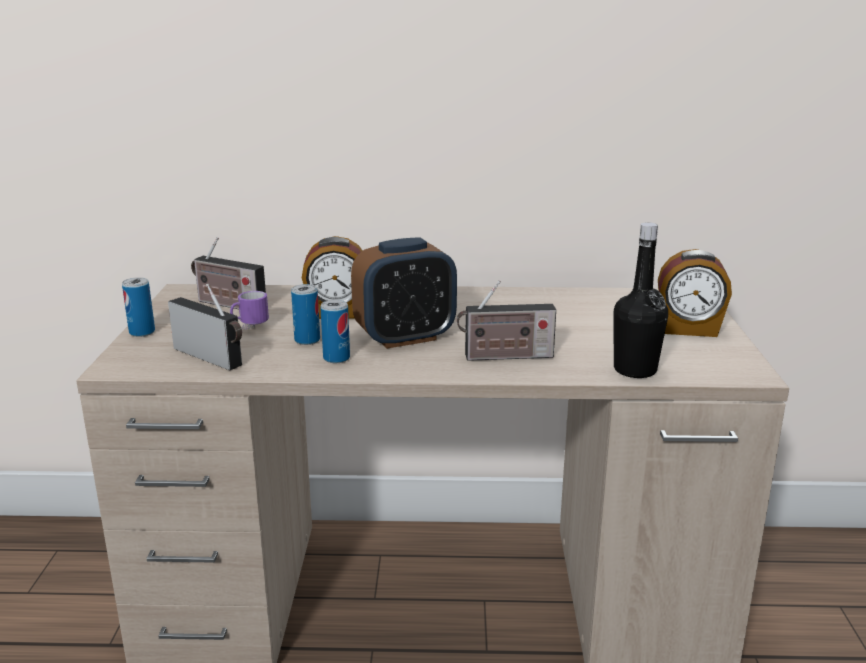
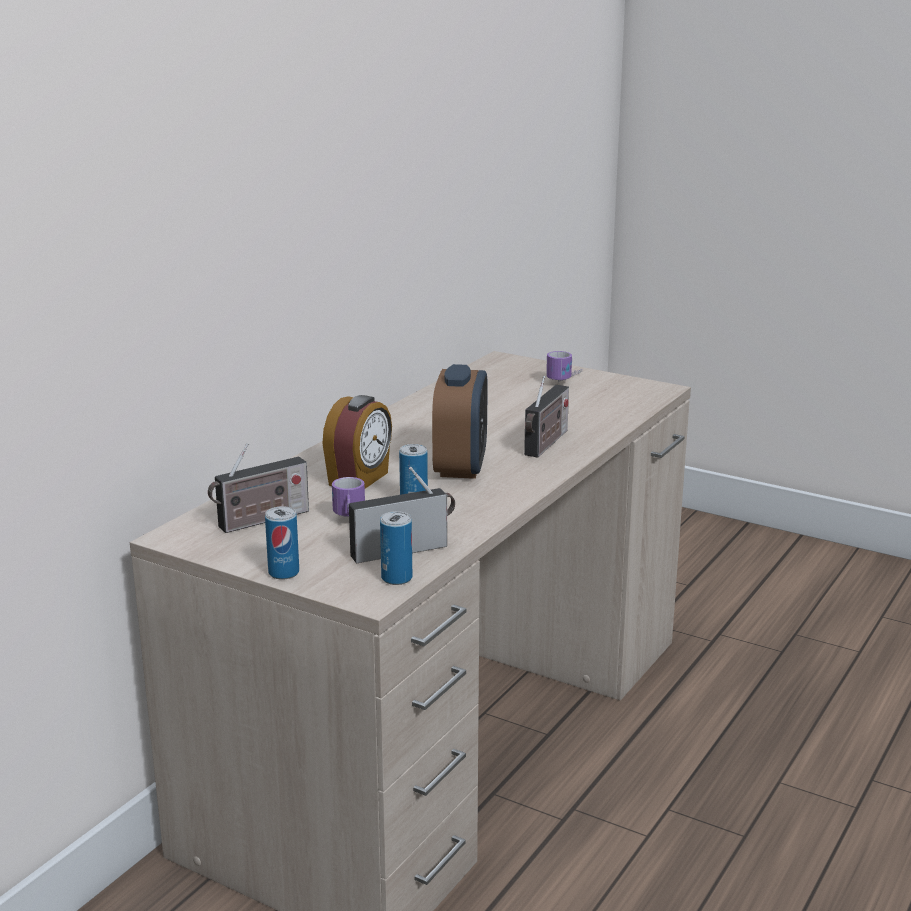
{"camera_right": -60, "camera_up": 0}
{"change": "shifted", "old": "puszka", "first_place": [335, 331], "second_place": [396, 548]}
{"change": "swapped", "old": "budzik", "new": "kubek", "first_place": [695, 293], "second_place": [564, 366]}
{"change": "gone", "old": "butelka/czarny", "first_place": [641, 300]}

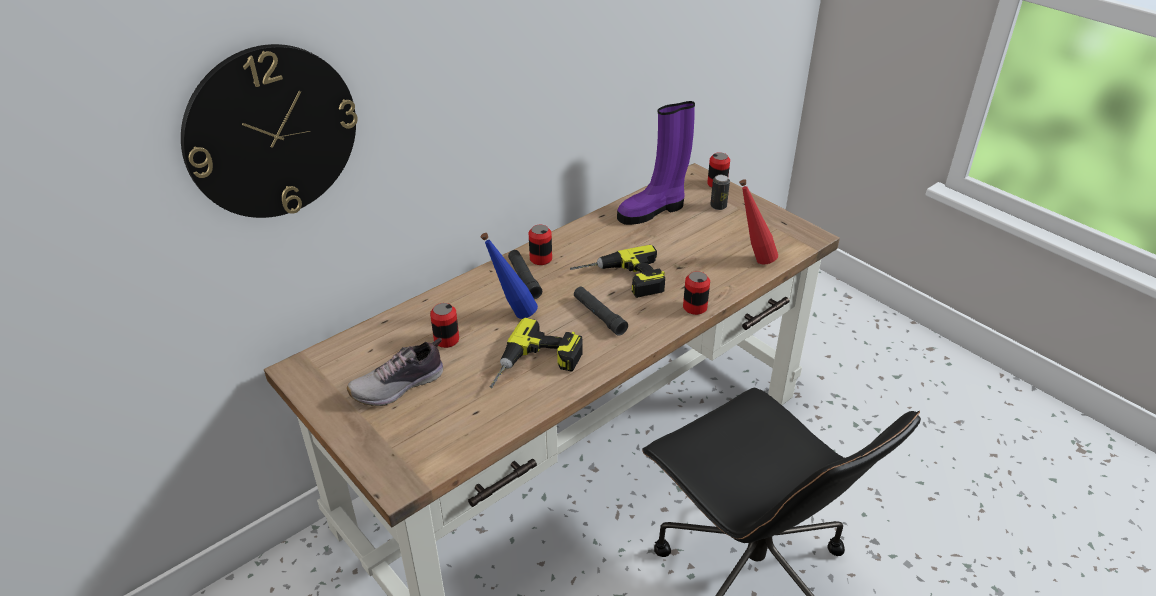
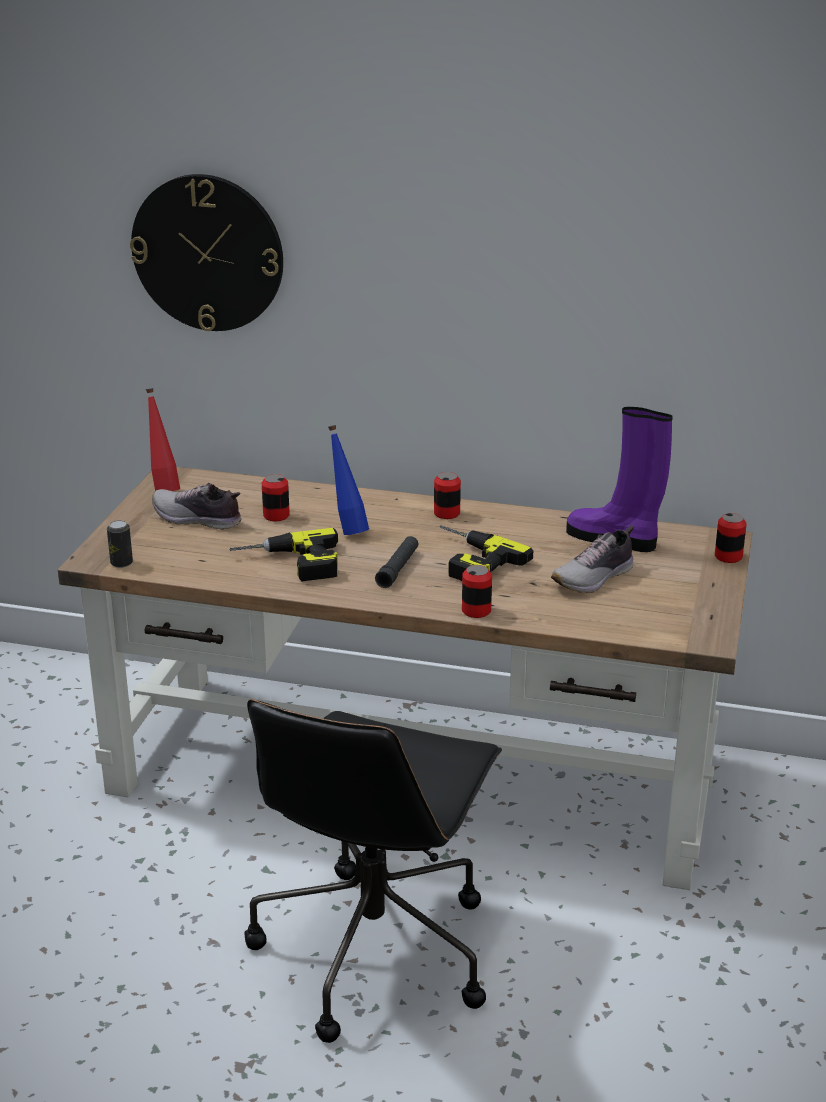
{"camera_right": 55, "camera_up": -10}
{"change": "shifted", "old": "puszka", "first_place": [720, 192], "second_place": [120, 544]}
{"change": "shifted", "old": "butelka/czerwony", "first_place": [758, 222], "second_place": [163, 439]}
{"change": "new", "new": "but", "second_place": [592, 559]}
{"change": "gone", "old": "latarka/czarny", "first_place": [525, 274]}

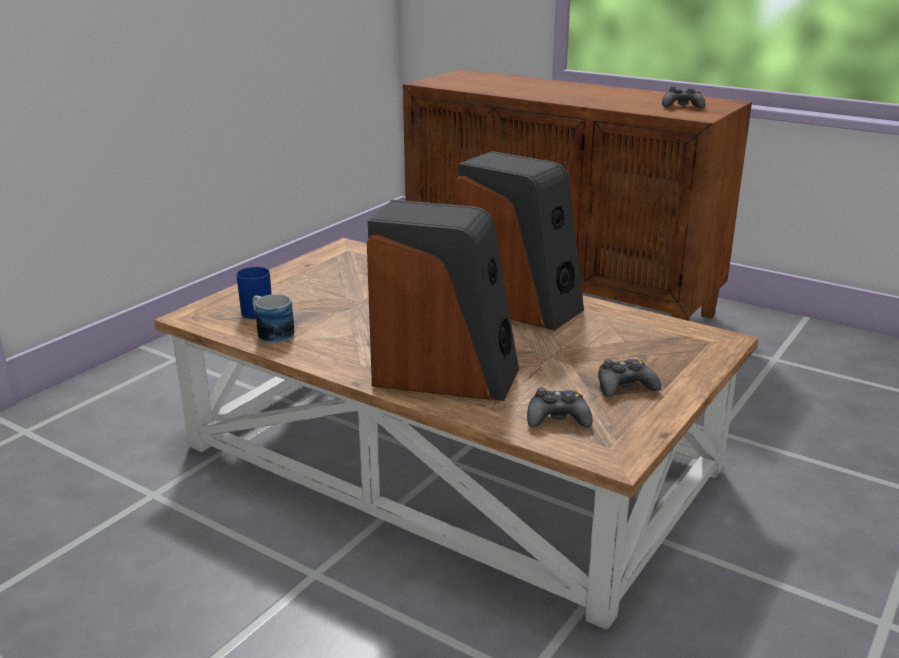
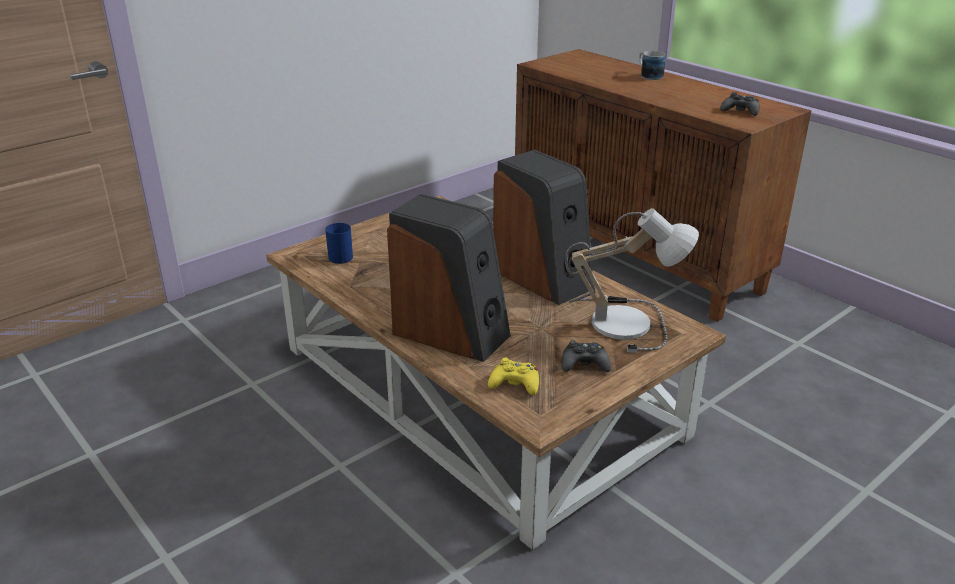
{"camera_right": 15, "camera_up": 5}
{"change": "repainted", "old": "pad do gier/czarny", "new": "pad do gier/żółty", "first_place": [560, 408], "second_place": [513, 376]}
{"change": "new", "new": "lampa stołowa", "second_place": [632, 280]}
{"change": "shifted", "old": "kubek", "first_place": [273, 318], "second_place": [652, 65]}

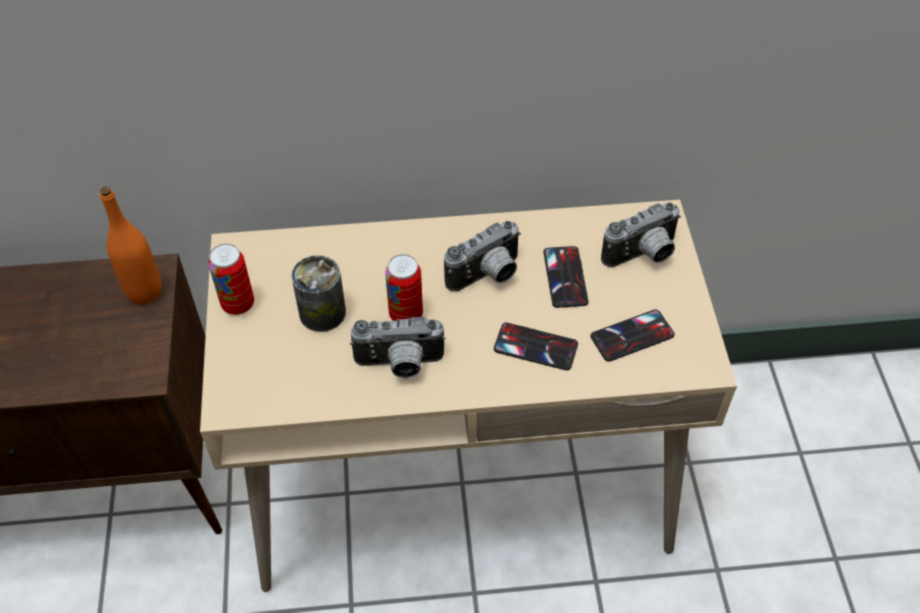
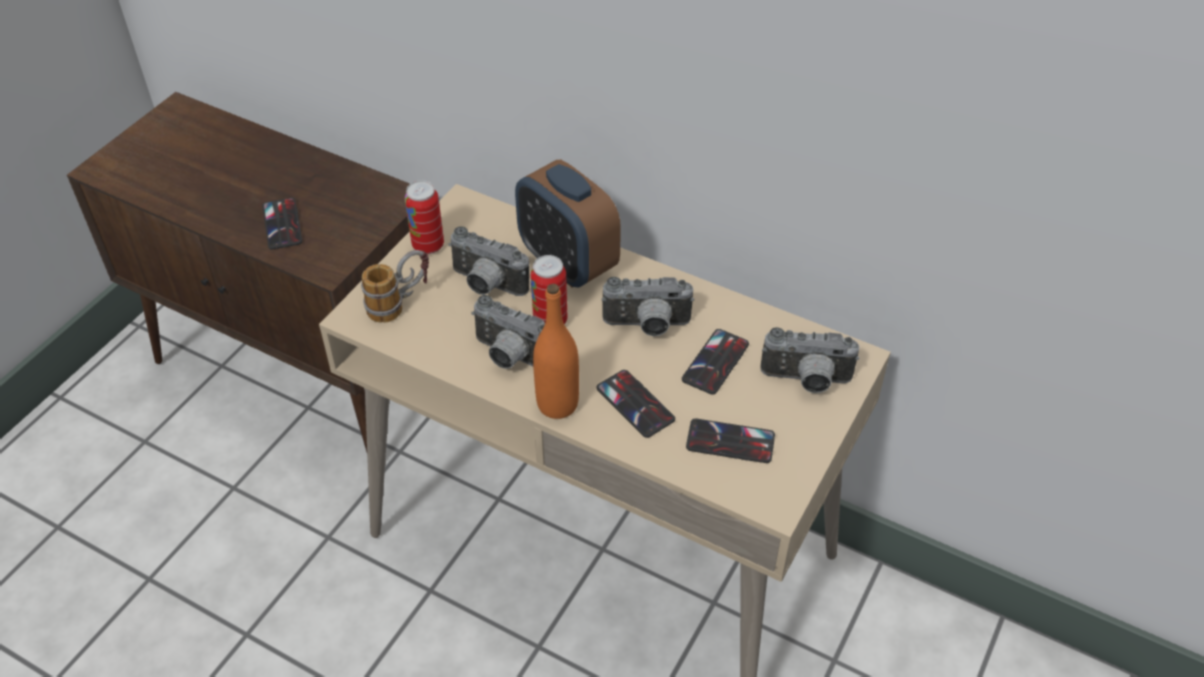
{"camera_right": 35, "camera_up": -5}
{"change": "new", "new": "telefon", "second_place": [282, 224]}
{"change": "new", "new": "kubek", "second_place": [395, 286]}
{"change": "swapped", "old": "puszka", "new": "aparat fotograficzny", "first_place": [318, 293], "second_place": [488, 261]}
{"change": "new", "new": "budzik", "second_place": [568, 224]}
{"change": "shifted", "old": "butelka/pomarańczowy", "first_place": [131, 245], "second_place": [556, 351]}

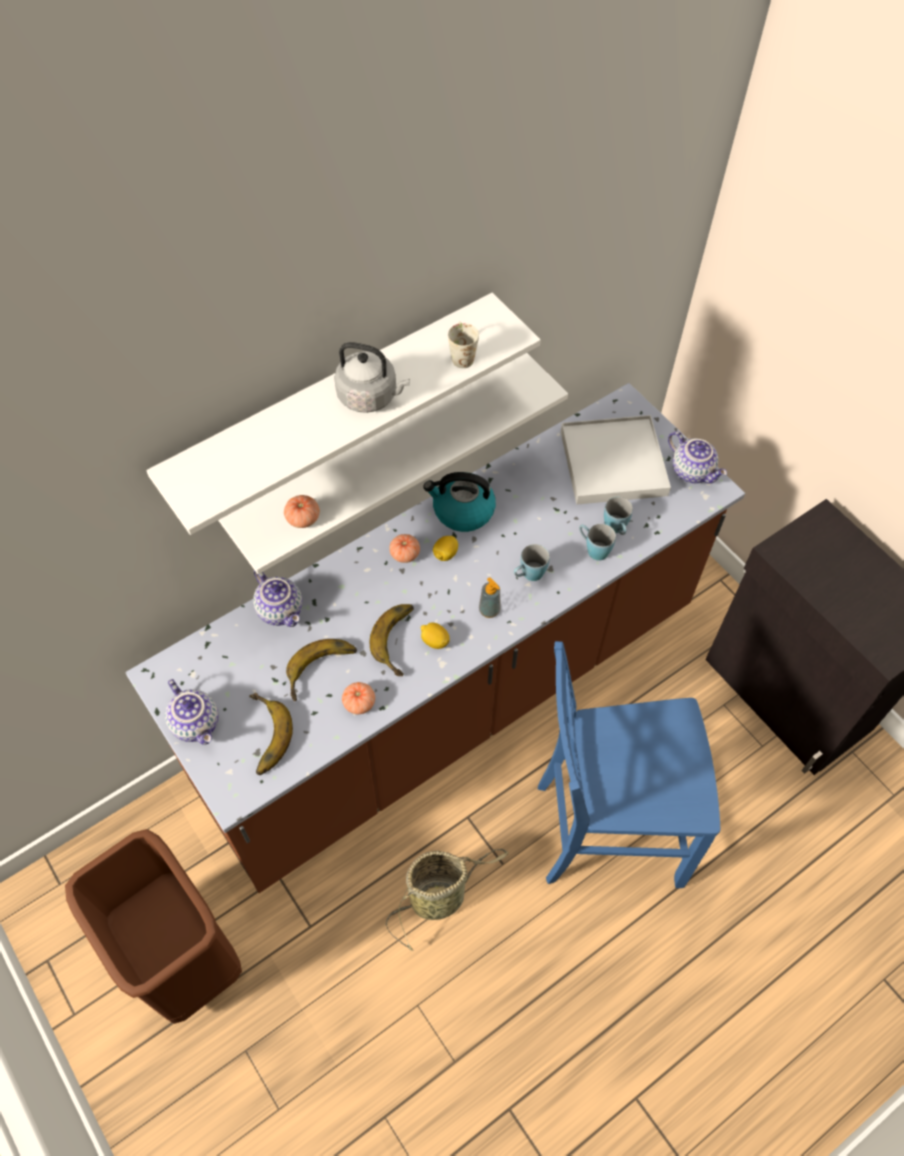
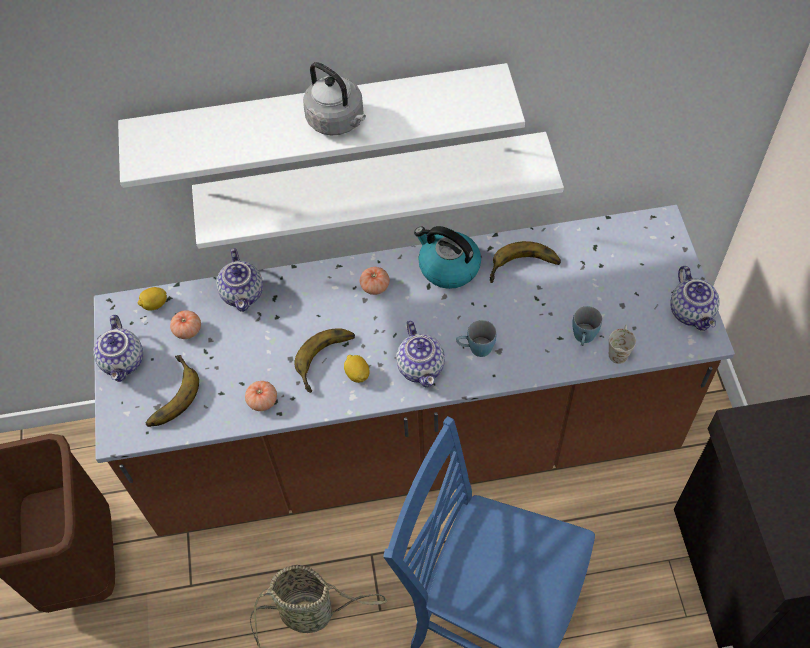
{"camera_right": 30, "camera_up": 0}
{"change": "shifted", "old": "cytryna", "first_place": [445, 548], "second_place": [152, 299]}
{"change": "shifted", "old": "pomidor", "first_place": [302, 511], "second_place": [185, 324]}
{"change": "swapped", "old": "dozownik mydła", "new": "imbryk", "first_place": [489, 597], "second_place": [420, 354]}
{"change": "shifted", "old": "banan", "first_place": [321, 670], "second_place": [525, 262]}
{"change": "shifted", "old": "kubek/biały", "first_place": [463, 344], "second_place": [622, 344]}
{"change": "gone", "old": "taca/biały", "first_place": [616, 460]}
{"change": "gone", "old": "kubek/niebieski", "first_place": [597, 542]}

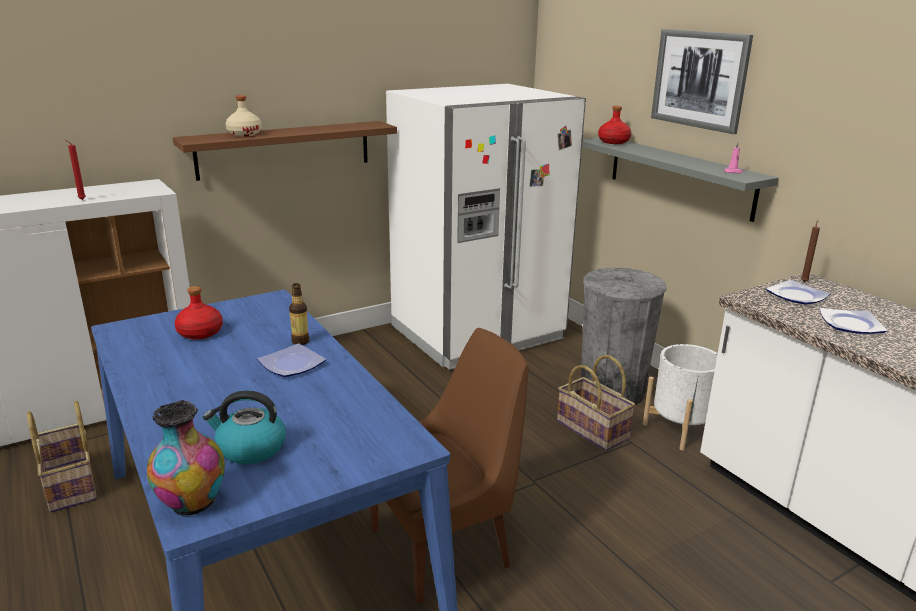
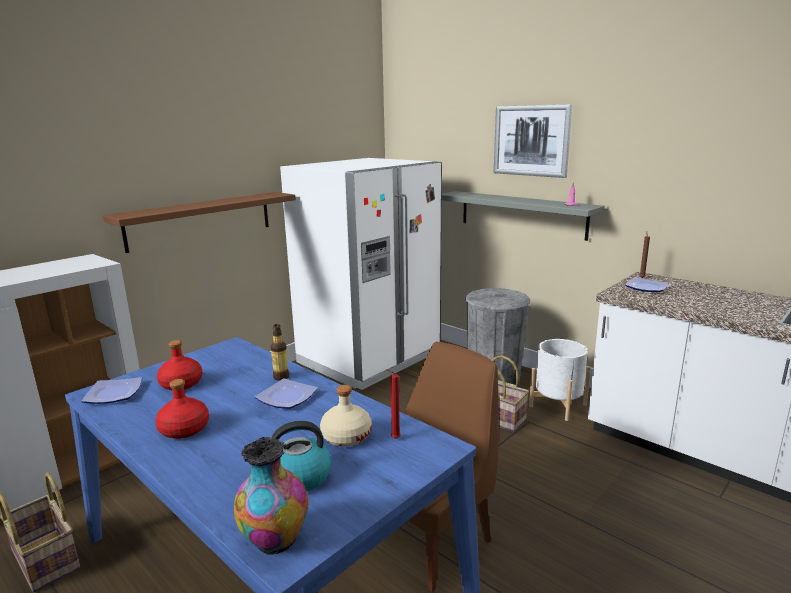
{"camera_right": -15, "camera_up": -5}
{"change": "shifted", "old": "talerz", "first_place": [854, 321], "second_place": [111, 390]}
{"change": "shifted", "old": "butelka/czerwony", "first_place": [614, 125], "second_place": [182, 409]}
{"change": "shifted", "old": "butelka/beżowy", "first_place": [244, 116], "second_place": [346, 416]}
{"change": "shifted", "old": "świeca/czerwony", "first_place": [75, 169], "second_place": [393, 404]}

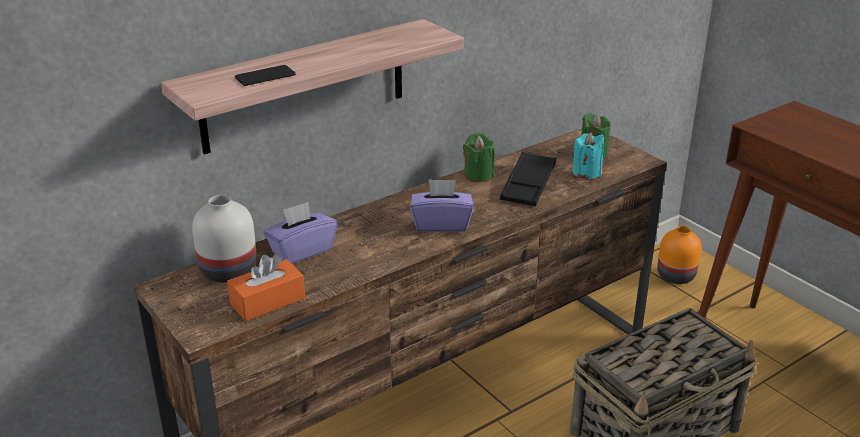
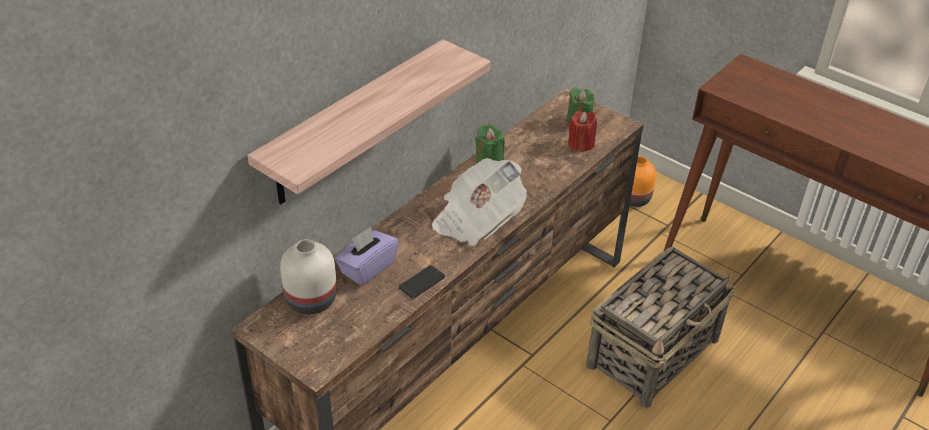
{"camera_right": -15, "camera_up": 10}
{"change": "shifted", "old": "telefon", "first_place": [265, 75], "second_place": [422, 282]}
{"change": "swapped", "old": "pudełko chusteczek/fioletowy", "new": "gazeta", "first_place": [442, 205], "second_place": [479, 202]}
{"change": "repainted", "old": "świeca/turkusowy", "new": "świeca/czerwony", "first_place": [588, 155], "second_place": [582, 131]}
{"change": "gone", "old": "pudełko chusteczek/pomarańczowy", "first_place": [266, 287]}
{"change": "gone", "old": "taca/czarny", "first_place": [528, 179]}

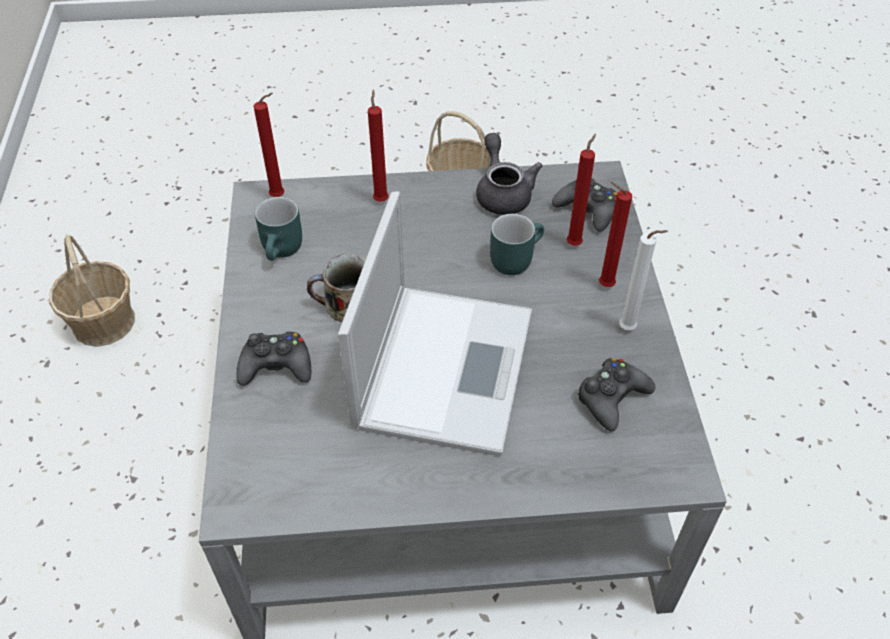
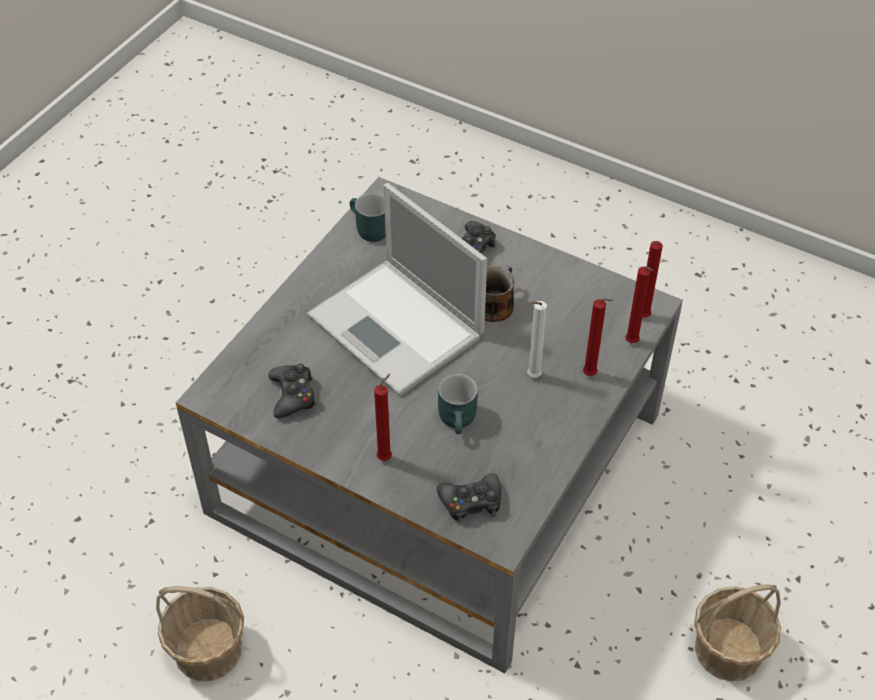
{"camera_right": 125, "camera_up": 0}
{"change": "shifted", "old": "koszyk", "first_place": [92, 291], "second_place": [200, 633]}
{"change": "shifted", "old": "kubek/turkusowy", "first_place": [278, 229], "second_place": [368, 217]}
{"change": "shifted", "old": "świeca/biały", "first_place": [643, 280], "second_place": [537, 339]}
{"change": "shifted", "old": "świeca/czerwony", "first_place": [581, 190], "second_place": [639, 305]}
{"change": "gone", "old": "imbryk/szary", "first_place": [509, 174]}

